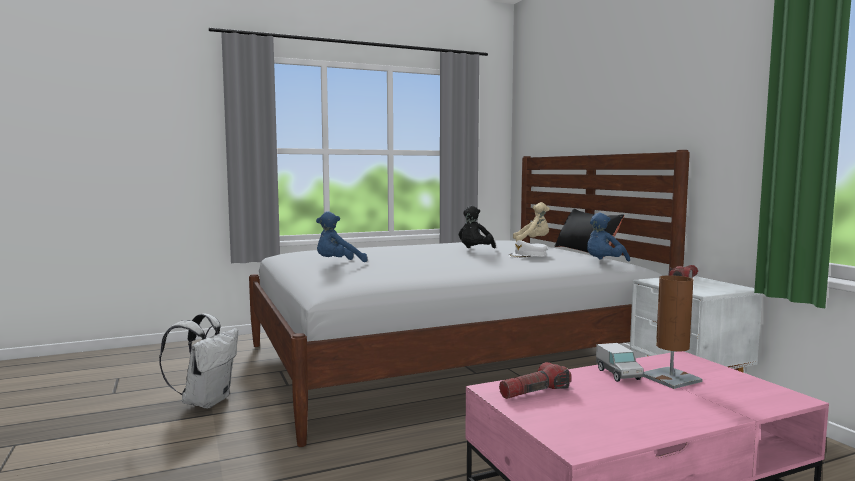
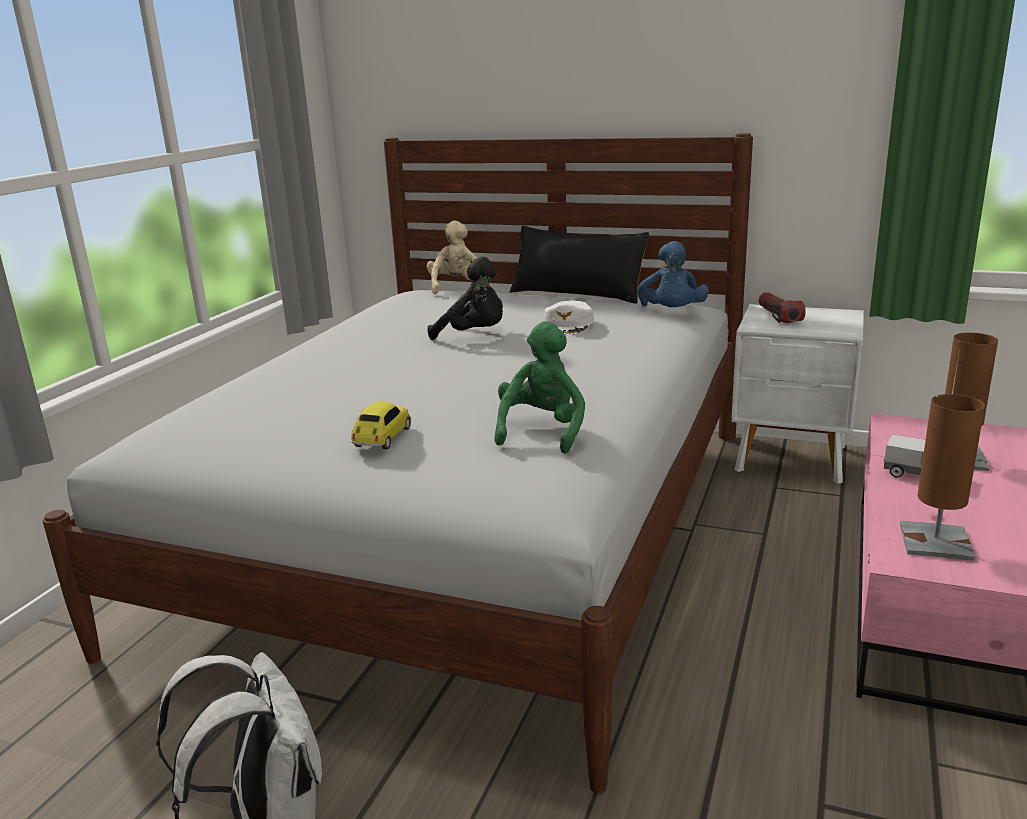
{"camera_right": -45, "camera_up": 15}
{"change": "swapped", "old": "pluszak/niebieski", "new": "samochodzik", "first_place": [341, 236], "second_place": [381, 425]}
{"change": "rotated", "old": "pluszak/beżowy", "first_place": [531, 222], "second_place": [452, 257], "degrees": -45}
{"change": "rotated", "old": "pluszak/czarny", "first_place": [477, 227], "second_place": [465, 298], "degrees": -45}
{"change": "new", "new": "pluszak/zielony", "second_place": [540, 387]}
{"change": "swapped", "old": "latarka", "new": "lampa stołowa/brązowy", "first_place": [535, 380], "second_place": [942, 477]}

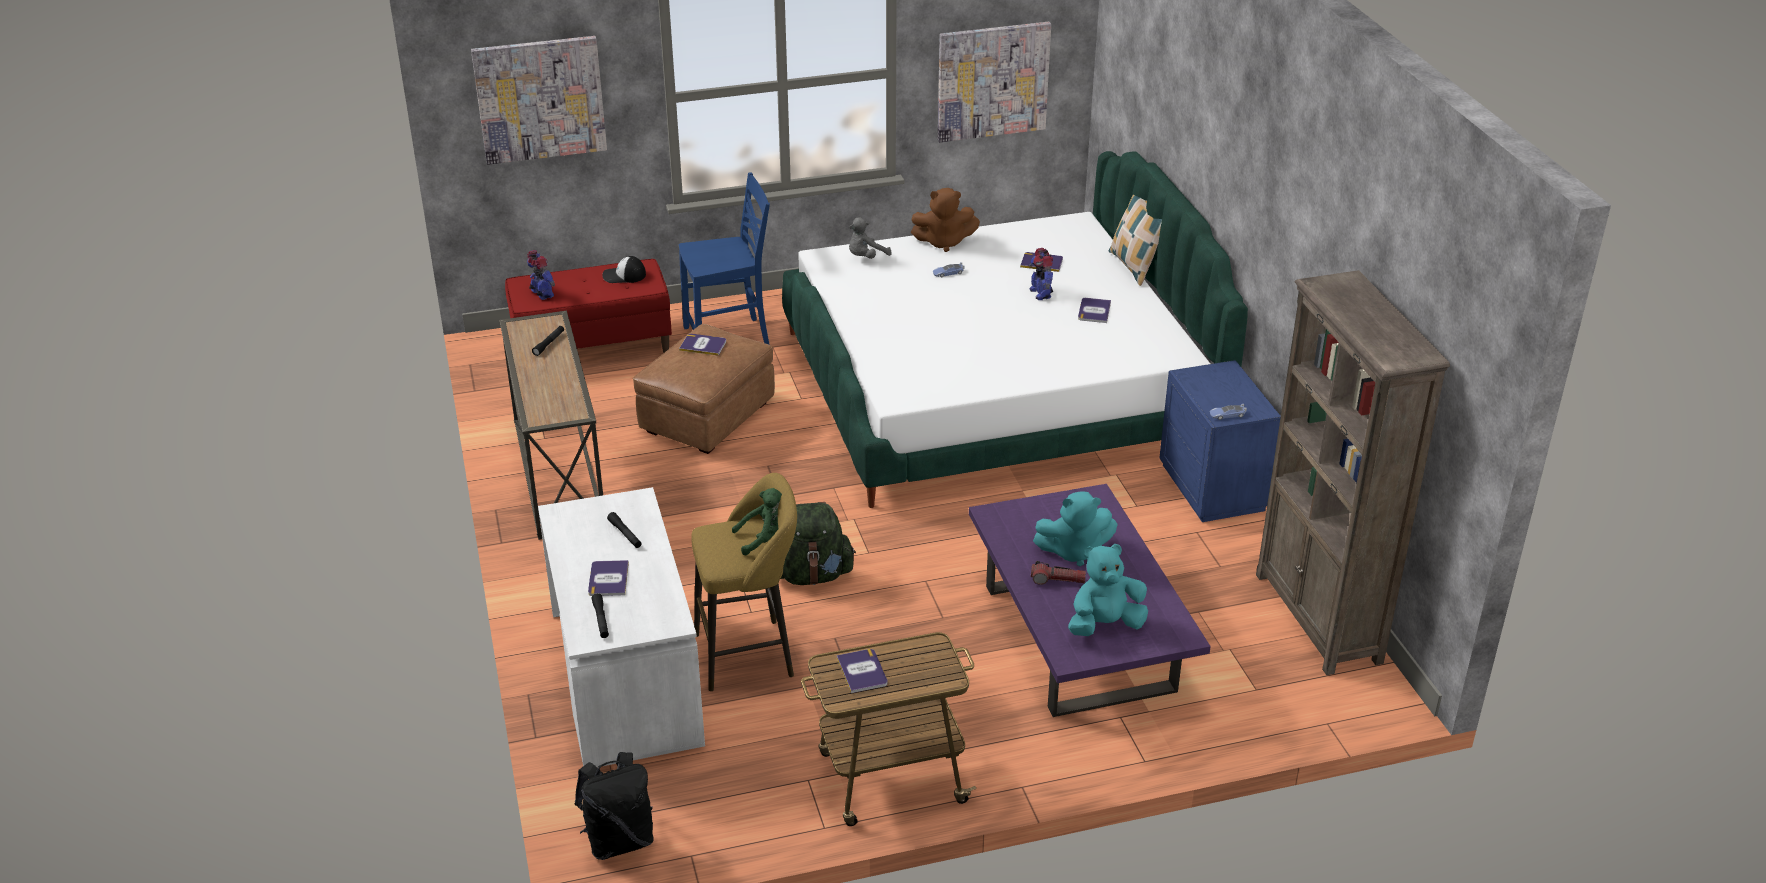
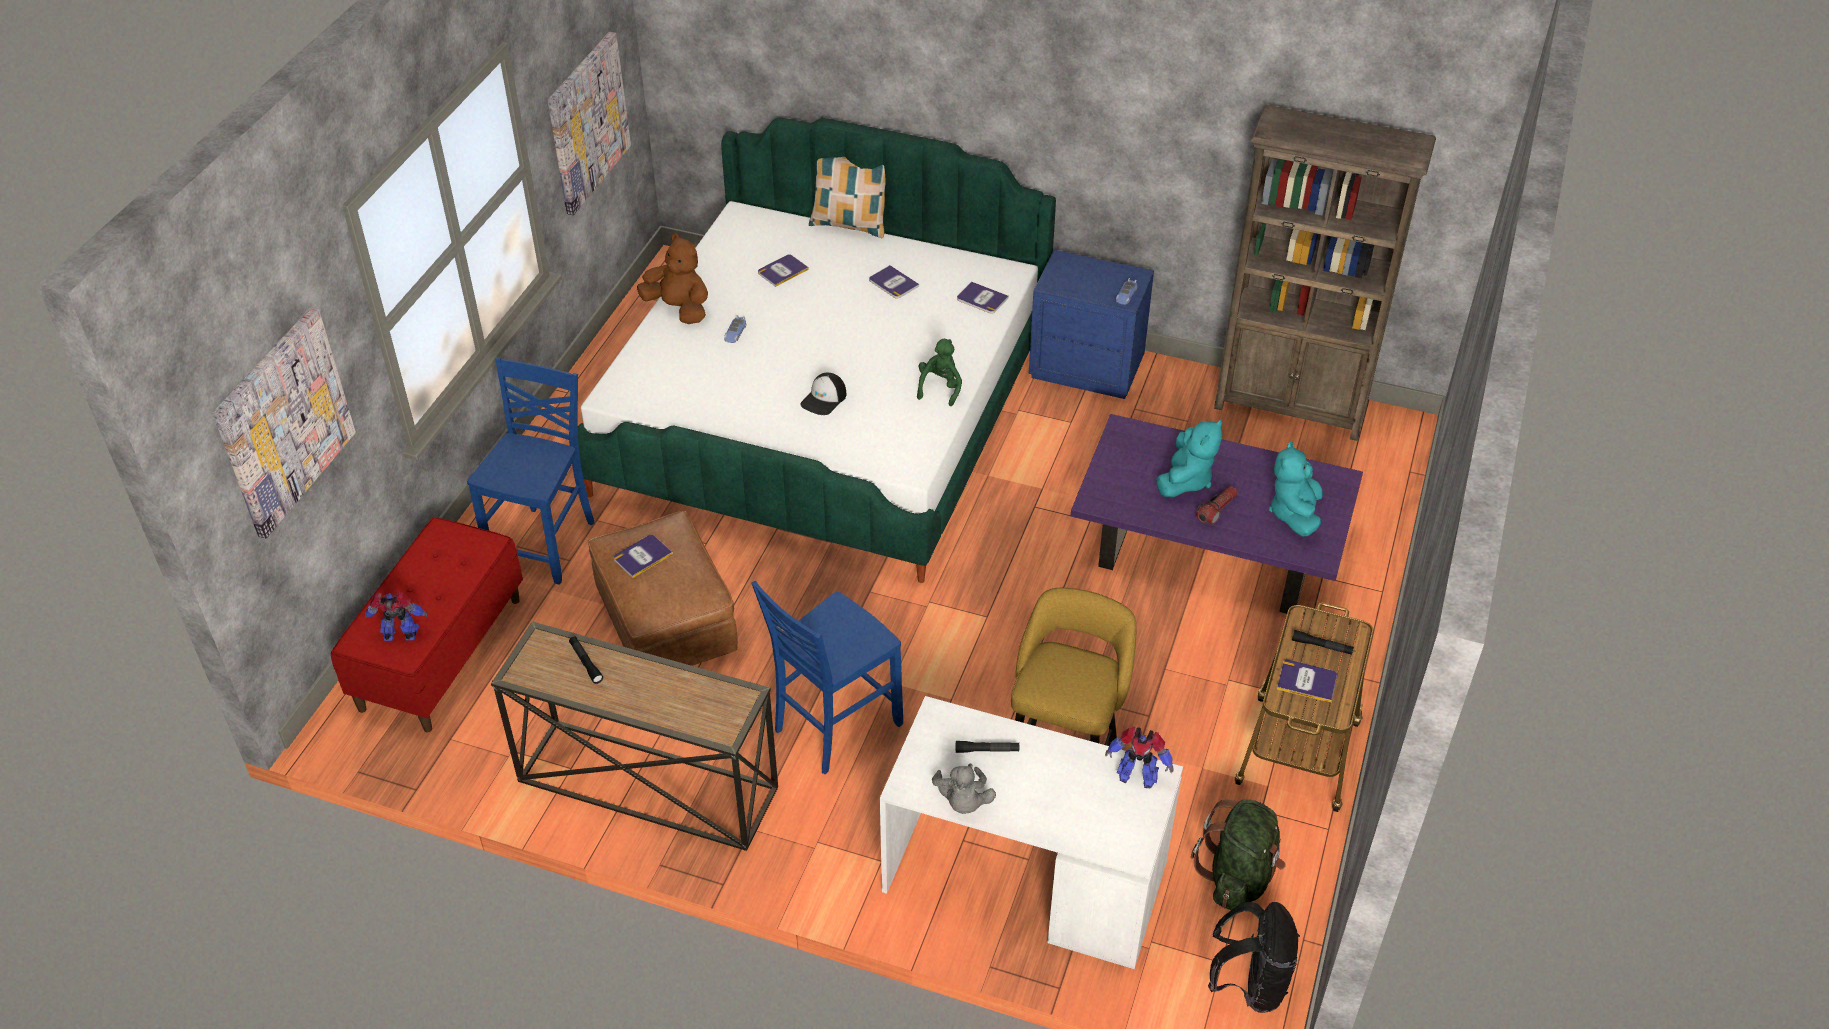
{"camera_right": -55, "camera_up": 10}
{"change": "rotated", "old": "pluszak/brązowy", "first_place": [945, 220], "second_place": [672, 279], "degrees": -90}
{"change": "new", "new": "krzesło/niebieski", "second_place": [827, 677]}
{"change": "shifted", "old": "czapka z daszkiem", "first_place": [624, 269], "second_place": [823, 394]}
{"change": "shifted", "old": "pluszak/zielony", "first_place": [757, 521], "second_place": [939, 372]}
{"change": "shifted", "old": "pluszak/szary", "first_place": [870, 238], "second_place": [964, 789]}
{"change": "shifted", "old": "książka", "first_place": [608, 578], "second_place": [983, 298]}
{"change": "shifted", "old": "robot zabawkowy", "first_place": [1041, 274], "second_place": [1139, 757]}
{"change": "shifted", "old": "plecak/zielony", "first_place": [818, 543], "second_place": [1238, 855]}
{"change": "shifted", "old": "latarka/czarny", "first_place": [600, 615], "second_place": [1323, 642]}

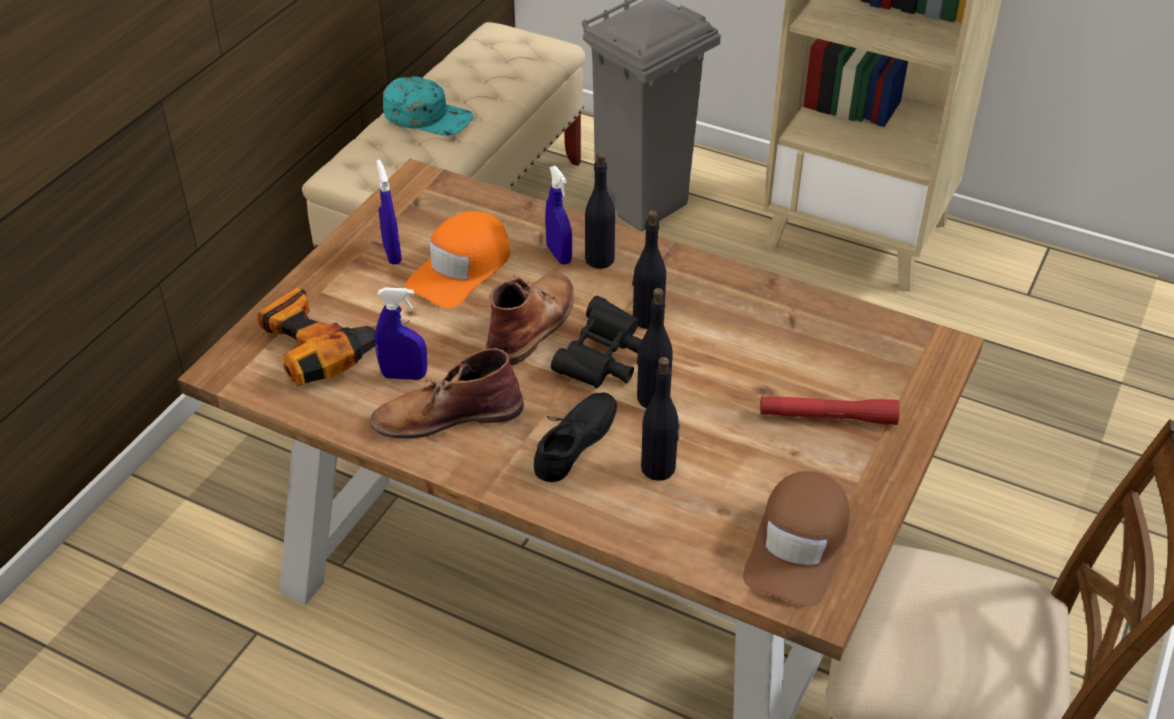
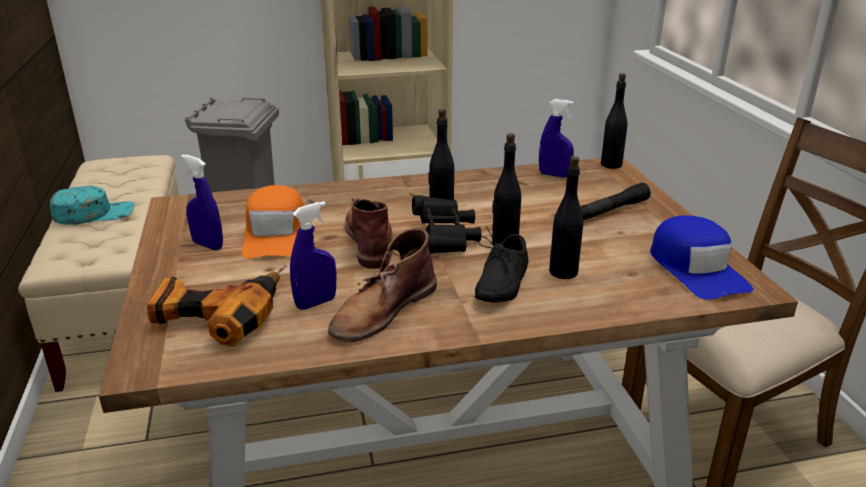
{"camera_right": -40, "camera_up": -15}
{"change": "rotated", "old": "but/czarny", "first_place": [575, 437], "second_place": [502, 265], "degrees": -150}
{"change": "shifted", "old": "spryskiwacz/niebieski", "first_place": [558, 215], "second_place": [556, 138]}
{"change": "repainted", "old": "latarka/czerwony", "new": "latarka/czarny", "first_place": [830, 410], "second_place": [615, 201]}
{"change": "shifted", "old": "butelka/czarny", "first_place": [600, 210], "second_place": [614, 121]}
{"change": "repainted", "old": "czapka z daszkiem/brązowy", "new": "czapka z daszkiem/niebieski", "first_place": [796, 538], "second_place": [701, 257]}

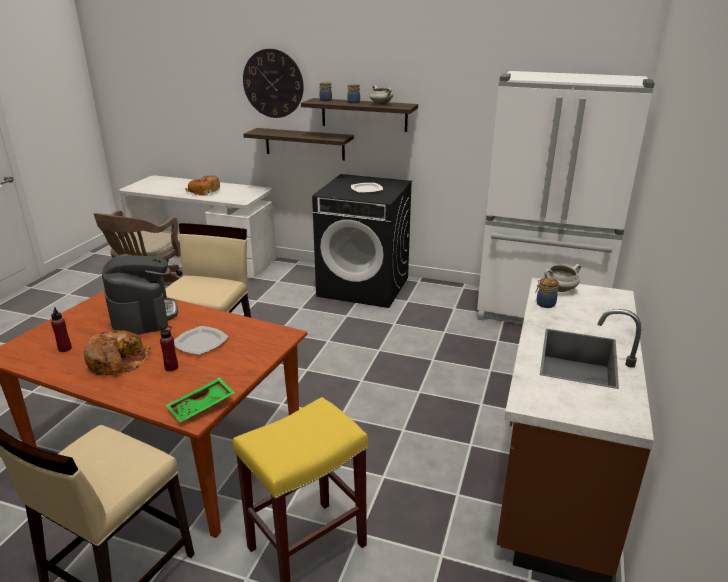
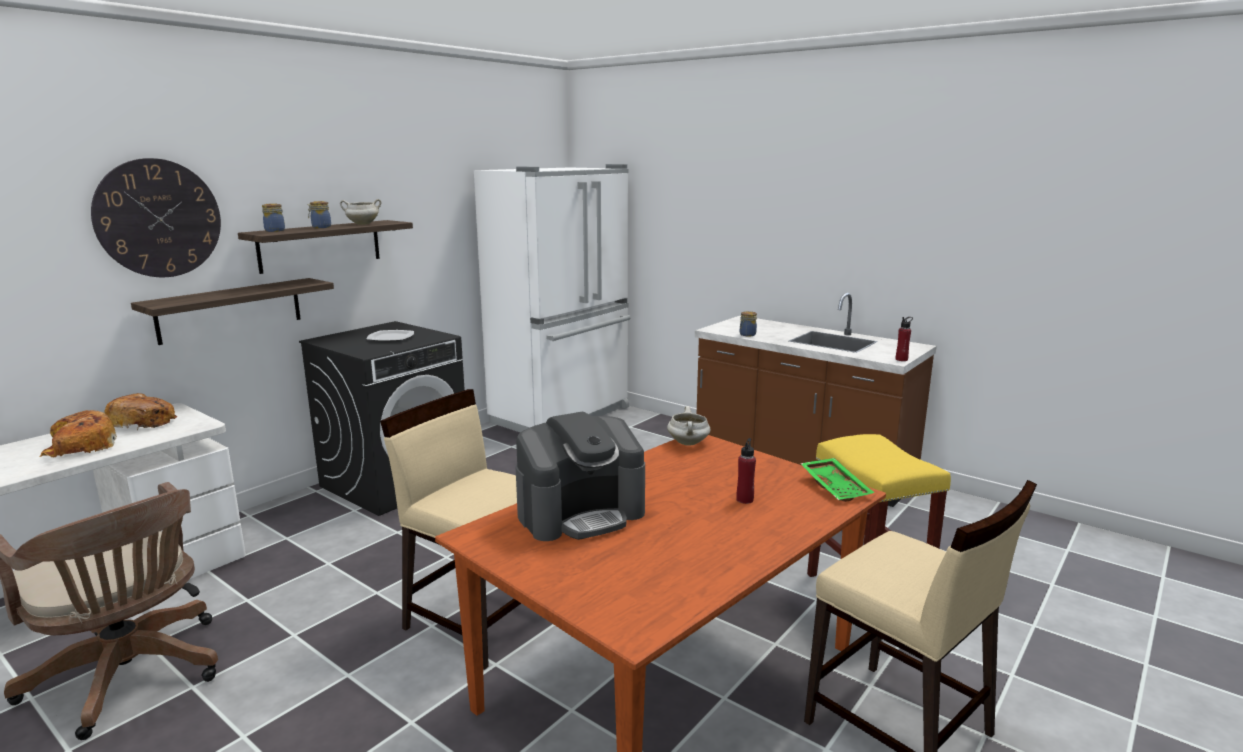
{"camera_right": -70, "camera_up": -10}
{"change": "shifted", "old": "chleb", "first_place": [117, 353], "second_place": [141, 411]}
{"change": "rotated", "old": "ekspres do kawy", "first_place": [140, 294], "second_place": [580, 476], "degrees": 150}
{"change": "shifted", "old": "garnek/biały", "first_place": [562, 278], "second_place": [688, 426]}
{"change": "shifted", "old": "butelka/czerwony", "first_place": [61, 329], "second_place": [904, 339]}
{"change": "gone", "old": "talerz", "first_place": [201, 340]}

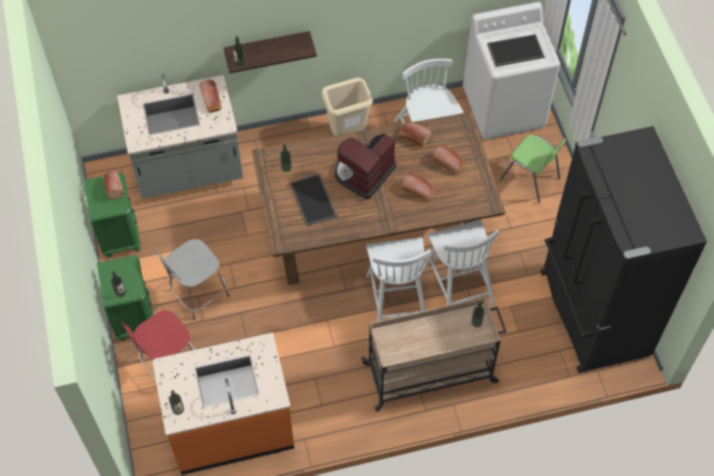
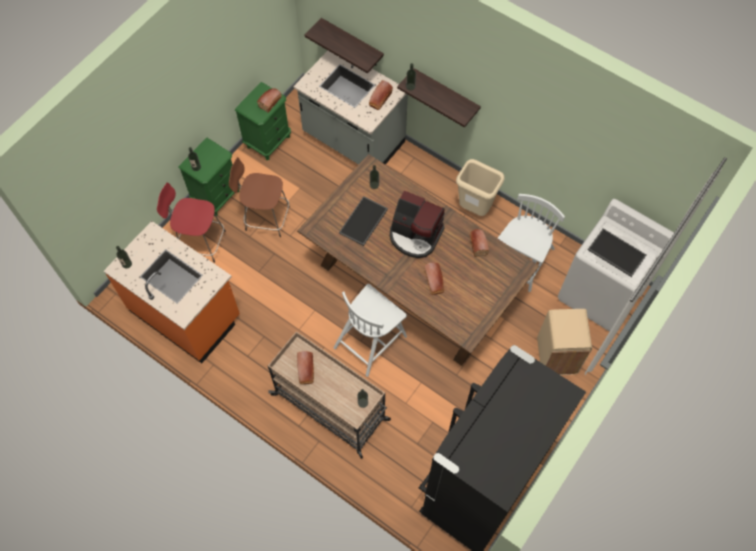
{"camera_right": 50, "camera_up": 5}
{"change": "repainted", "old": "stołek/szary", "new": "stołek/brązowy", "first_place": [191, 279], "second_place": [259, 197]}
{"change": "shifted", "old": "chleb", "first_place": [449, 159], "second_place": [305, 367]}
{"change": "new", "new": "półka", "second_place": [344, 45]}
{"change": "rotated", "old": "ekspres do kawy", "first_place": [365, 166], "second_place": [417, 224], "degrees": -150}
{"change": "swapped", "old": "krzesło/zielony", "new": "kosz na śmieci/beżowy", "first_place": [533, 168], "second_place": [564, 342]}
{"change": "gone", "old": "krzesło/biały", "first_place": [462, 263]}

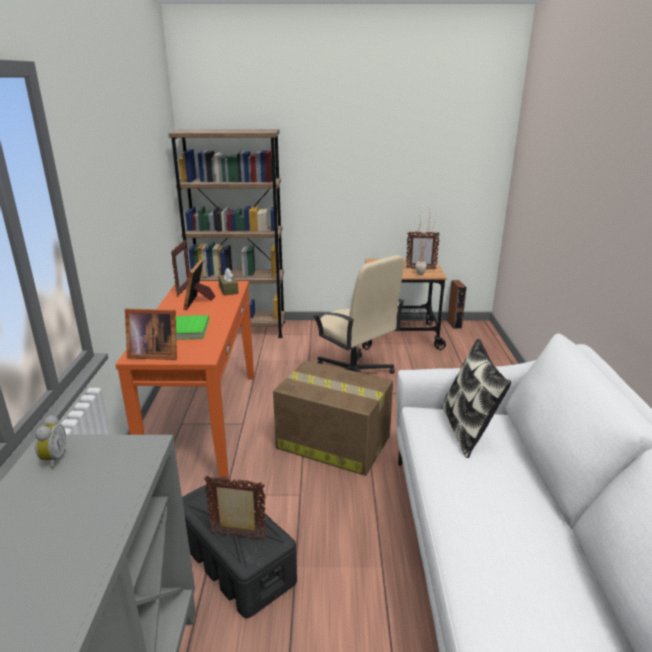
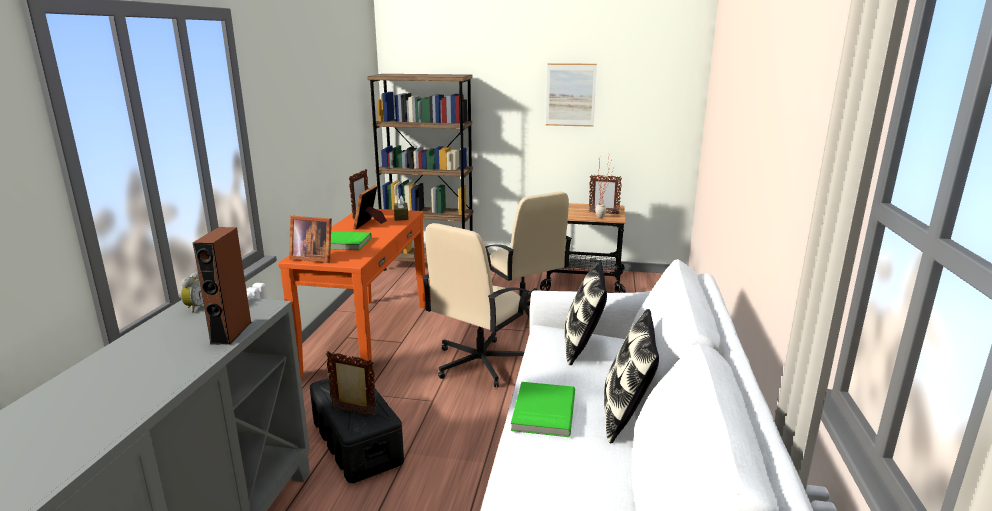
{"camera_right": 10, "camera_up": -5}
{"change": "shifted", "old": "głośnik/brązowy", "first_place": [457, 304], "second_place": [222, 286]}
{"change": "swapped", "old": "karton", "new": "krzesło biurowe/beżowy", "first_place": [333, 418], "second_place": [476, 305]}
{"change": "new", "new": "książka/zielony", "second_place": [543, 409]}
{"change": "new", "new": "obraz", "second_place": [571, 95]}
{"change": "new", "new": "poduszka", "second_place": [631, 376]}

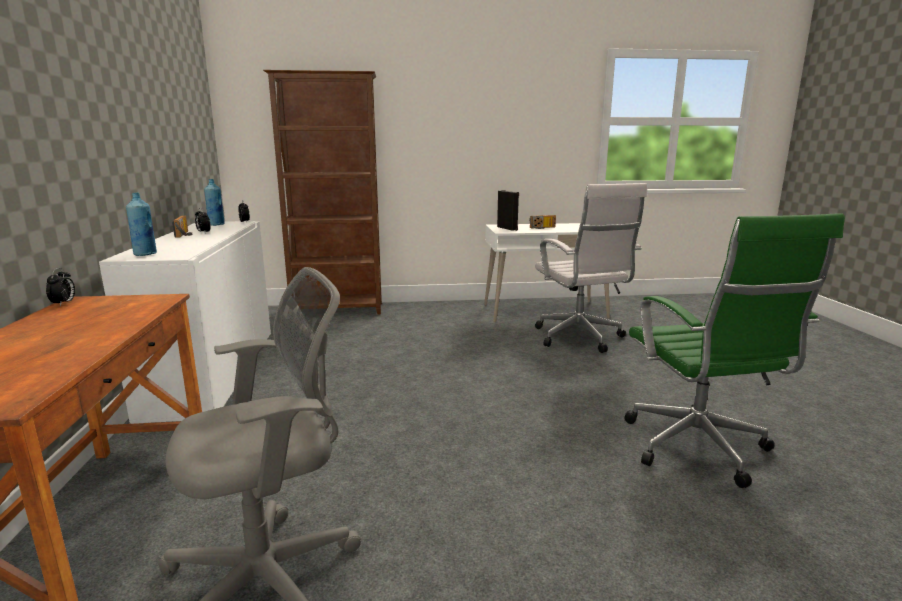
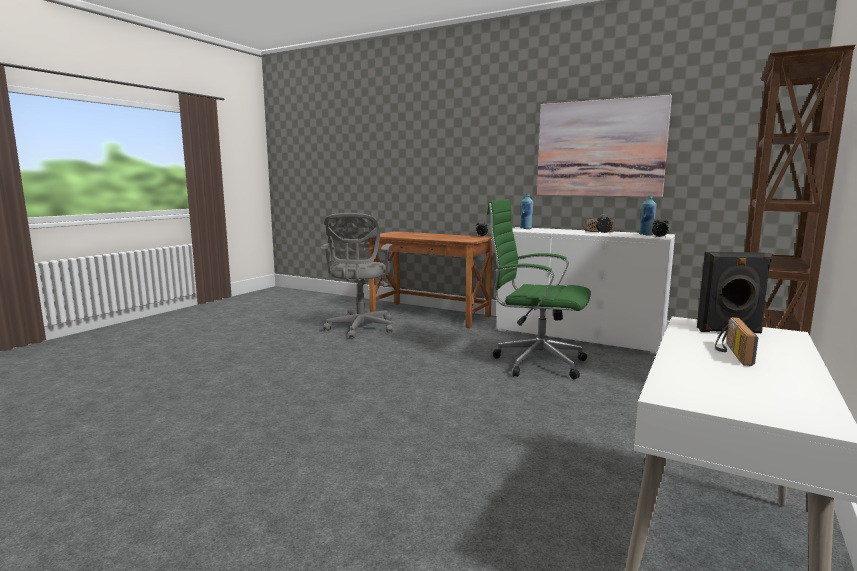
{"camera_right": 125, "camera_up": -5}
{"change": "shifted", "old": "krzesło biurowe/zielony", "first_place": [734, 350], "second_place": [539, 289]}
{"change": "new", "new": "obraz", "second_place": [604, 146]}
{"change": "gone", "old": "krzesło biurowe/biały", "first_place": [591, 268]}

